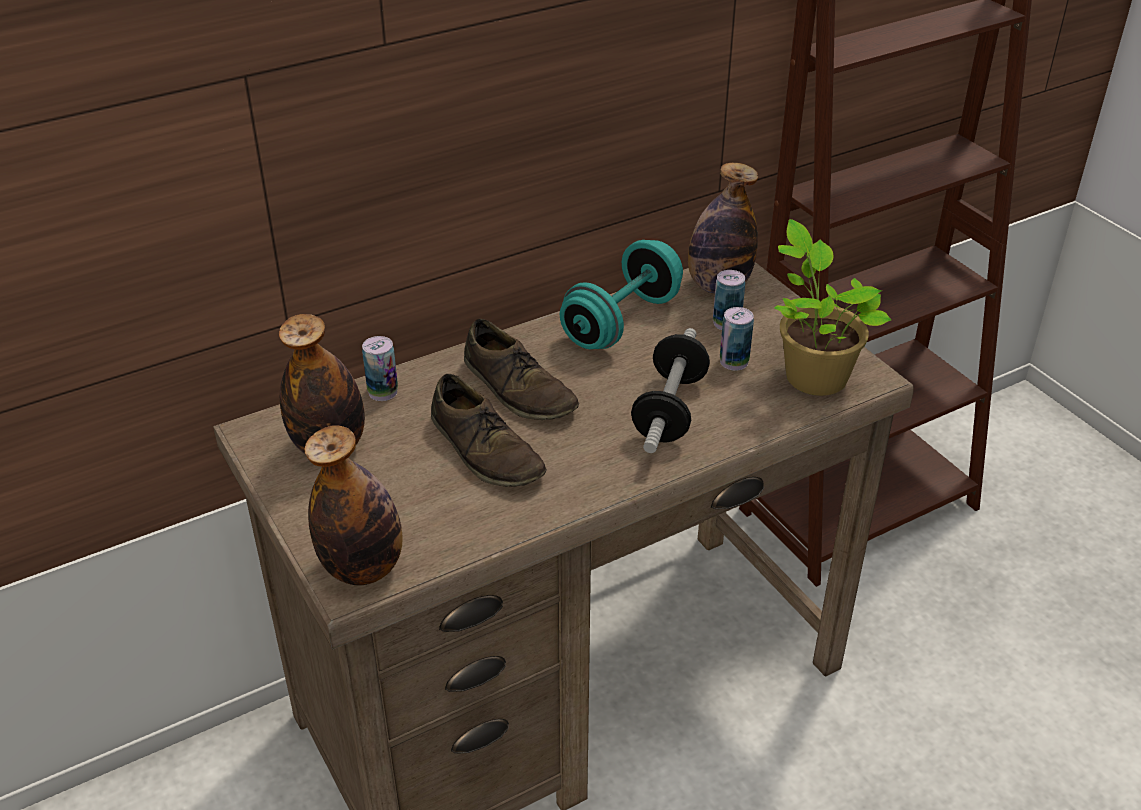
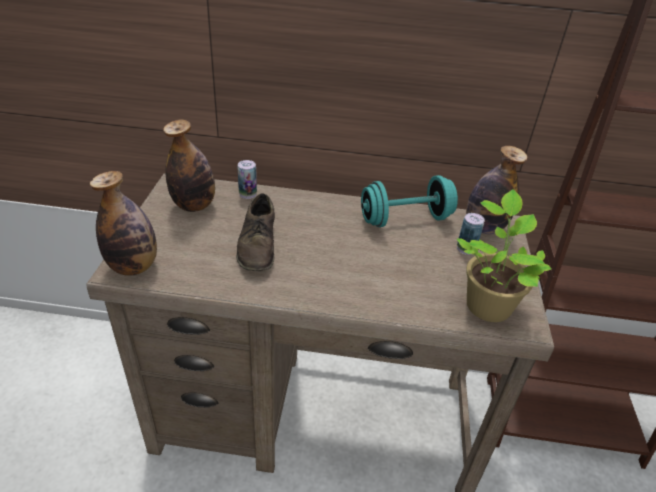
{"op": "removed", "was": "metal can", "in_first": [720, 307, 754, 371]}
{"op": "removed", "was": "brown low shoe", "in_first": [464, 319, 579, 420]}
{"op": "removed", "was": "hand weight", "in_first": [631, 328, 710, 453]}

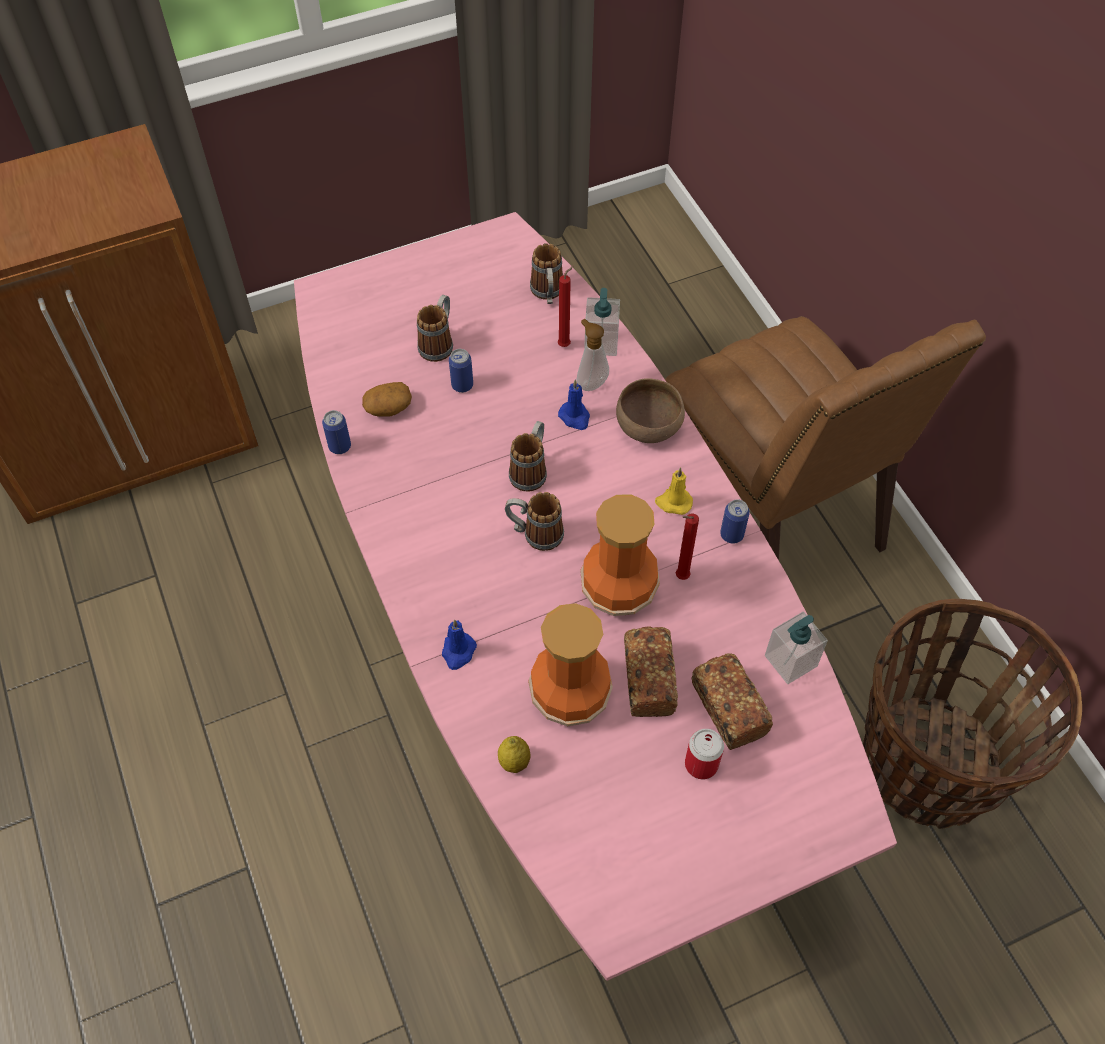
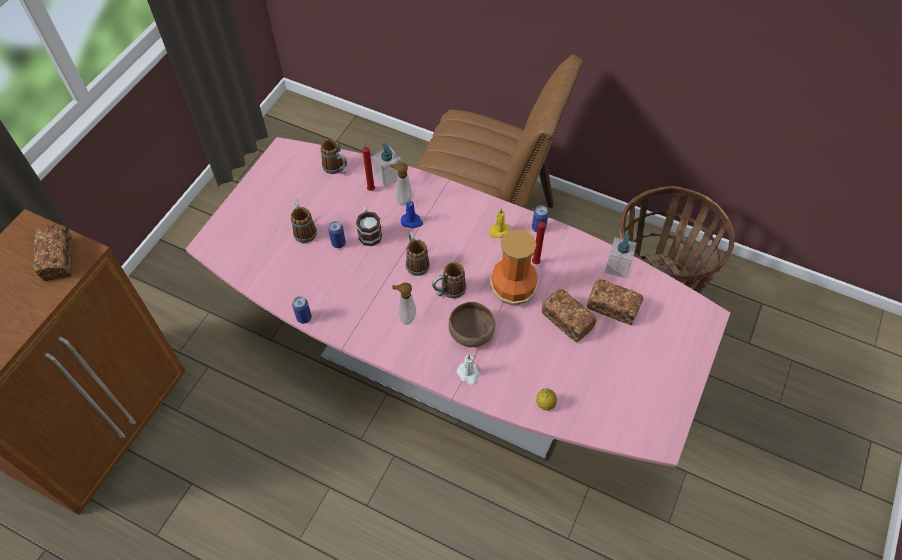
{"op": "moved", "was": "brown deep dish", "in_first": [616, 378, 685, 443], "in_second": [449, 302, 495, 347]}
{"op": "removed", "was": "spud", "in_first": [362, 382, 412, 417]}
{"op": "removed", "was": "decorative vase", "in_first": [528, 603, 613, 726]}
{"op": "recoloured", "was": "blue-coloured wax light", "now": "white wax light", "in_first": [442, 619, 477, 670], "in_second": [457, 355, 479, 385]}
{"op": "removed", "was": "metal can", "in_first": [685, 729, 724, 779]}
{"op": "added", "now": "coffee mug", "in_second": [356, 206, 382, 247]}
{"op": "added", "now": "baked bread", "in_second": [34, 225, 72, 281]}
{"op": "added", "now": "soap bottle", "in_second": [392, 283, 416, 325]}

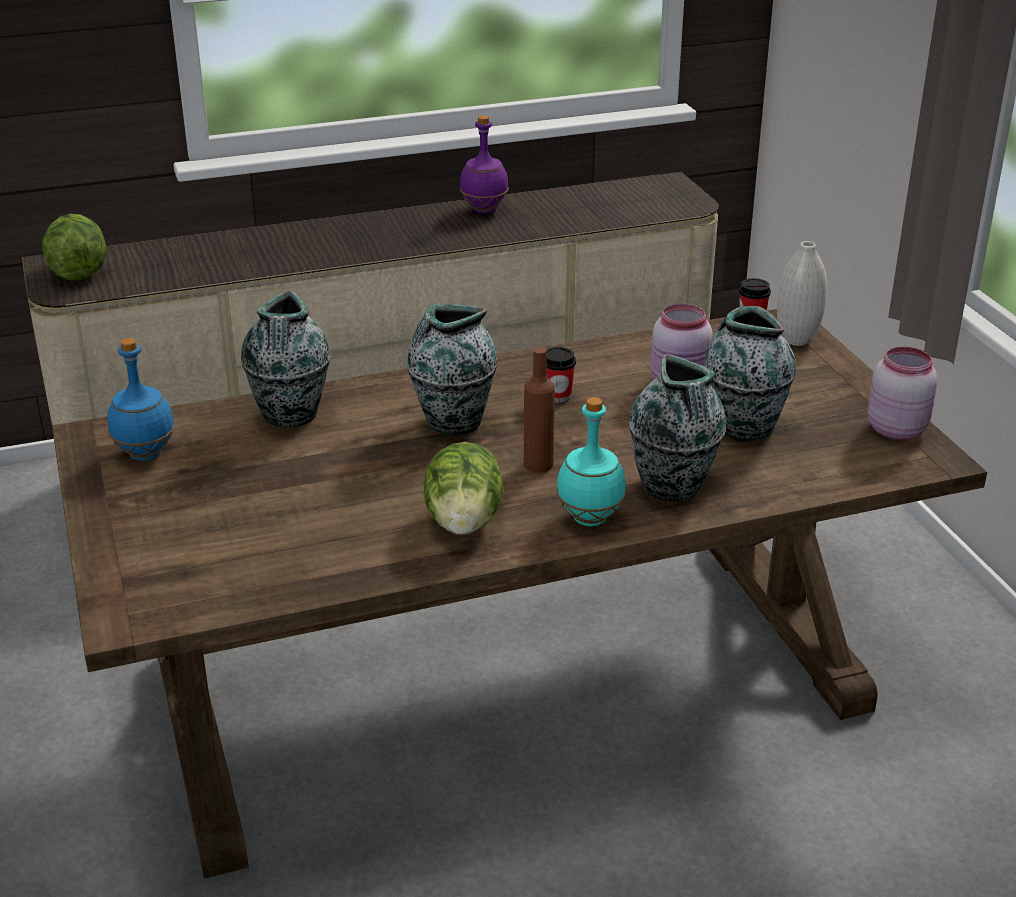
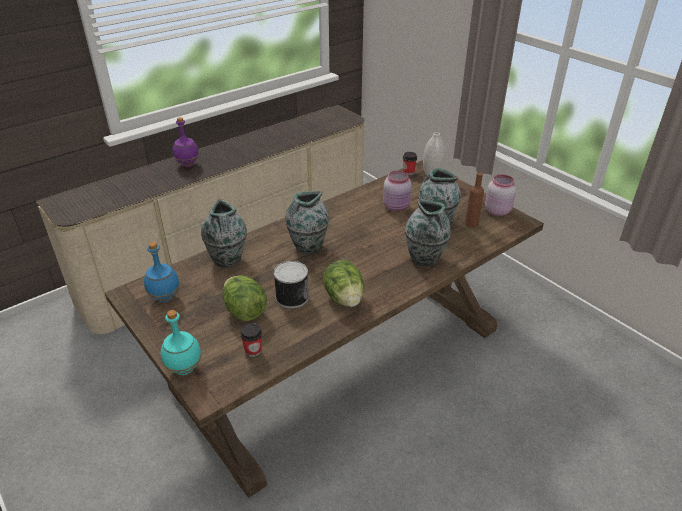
{"op": "moved", "was": "purple drink bottle", "in_first": [460, 115, 509, 214], "in_second": [173, 117, 199, 167]}
{"op": "moved", "was": "lettuce", "in_first": [42, 214, 106, 281], "in_second": [222, 275, 267, 321]}
{"op": "moved", "was": "brown drink bottle", "in_first": [524, 347, 555, 472], "in_second": [465, 173, 484, 228]}
{"op": "moved", "was": "small cup", "in_first": [546, 347, 576, 403], "in_second": [240, 323, 262, 357]}
{"op": "moved", "was": "turquoise drink bottle", "in_first": [556, 397, 626, 526], "in_second": [161, 310, 202, 375]}
{"op": "added", "now": "metal can", "in_second": [274, 261, 309, 308]}

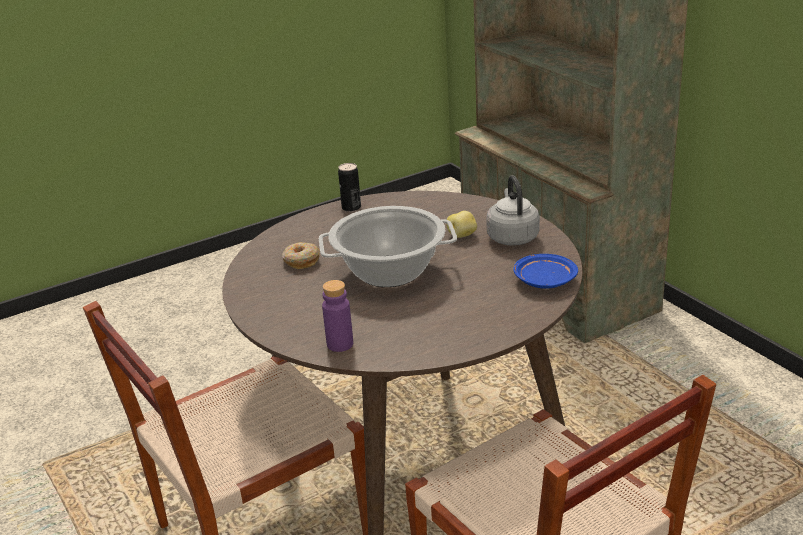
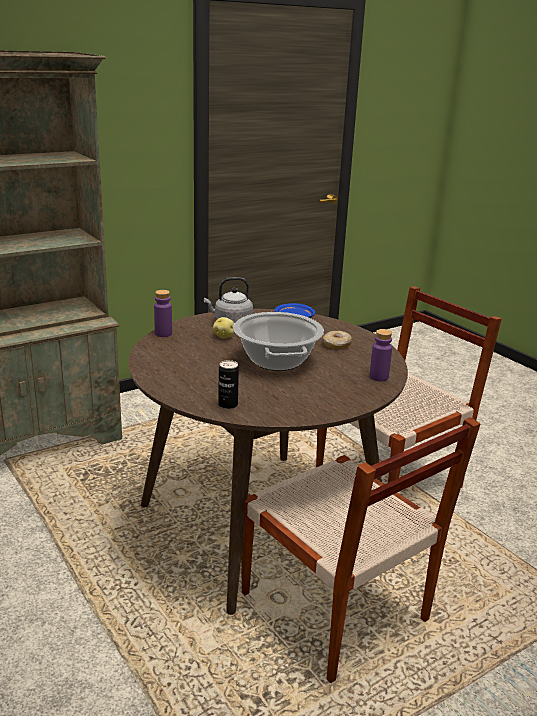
{"op": "moved", "was": "metal can", "in_first": [338, 163, 361, 212], "in_second": [218, 360, 239, 409]}
{"op": "moved", "was": "ring doughnut", "in_first": [282, 242, 320, 269], "in_second": [323, 331, 352, 349]}
{"op": "added", "now": "purple drink bottle", "in_second": [154, 290, 172, 337]}

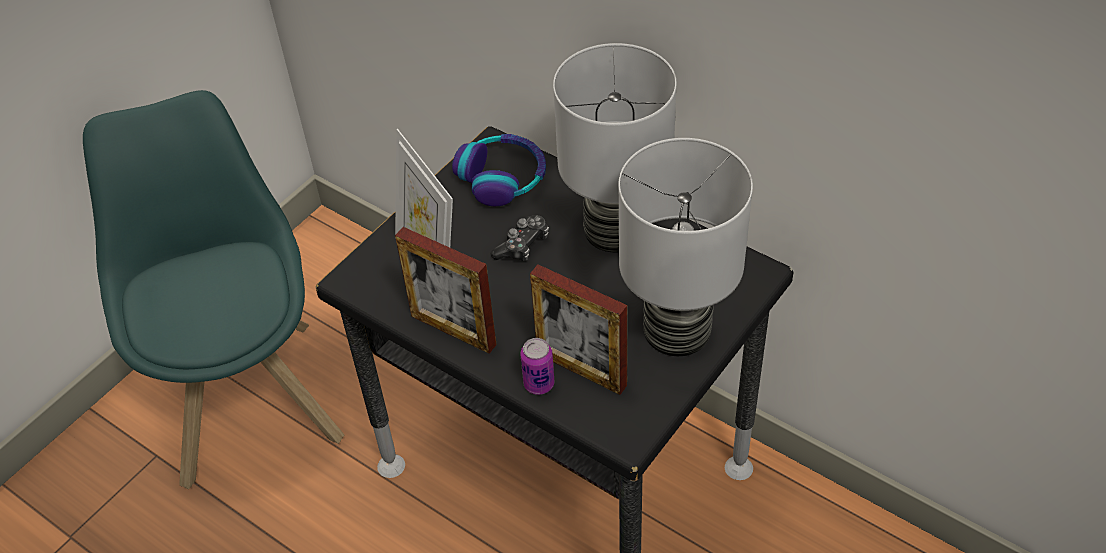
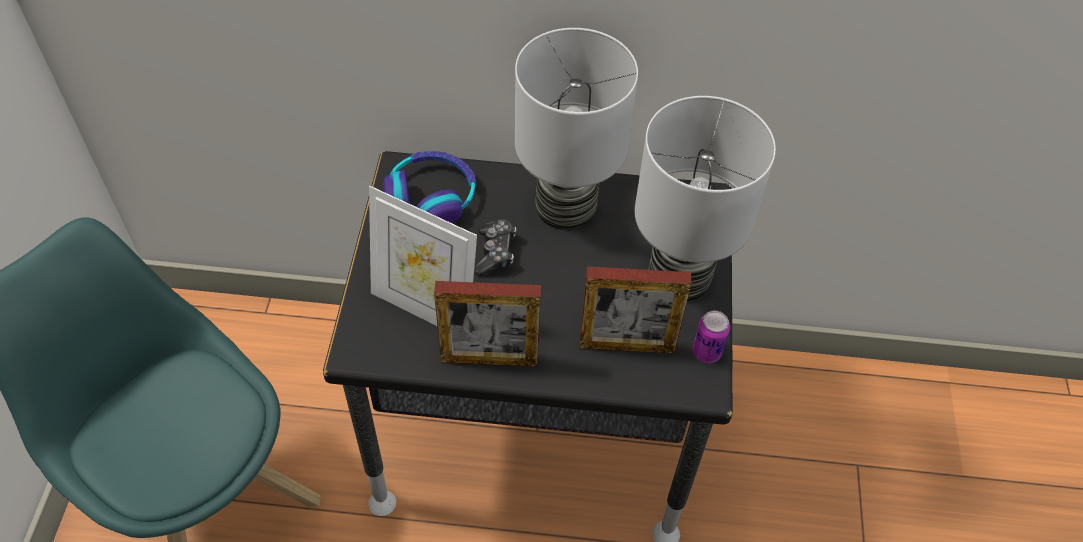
{"op": "moved", "was": "metal can", "in_first": [520, 338, 554, 395], "in_second": [692, 311, 730, 363]}

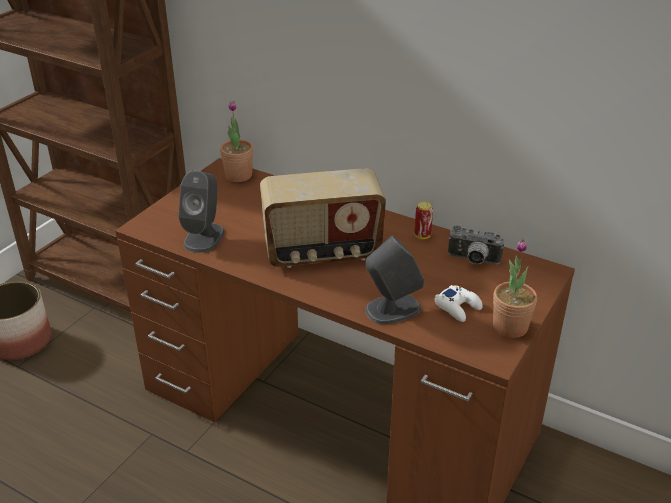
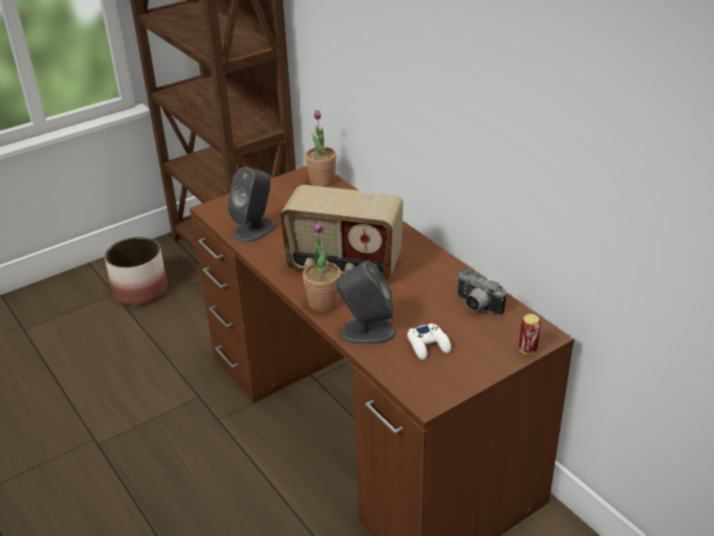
{"op": "moved", "was": "metal can", "in_first": [415, 202, 433, 239], "in_second": [519, 314, 541, 355]}
{"op": "moved", "was": "houseplant", "in_first": [493, 238, 537, 338], "in_second": [303, 221, 341, 312]}

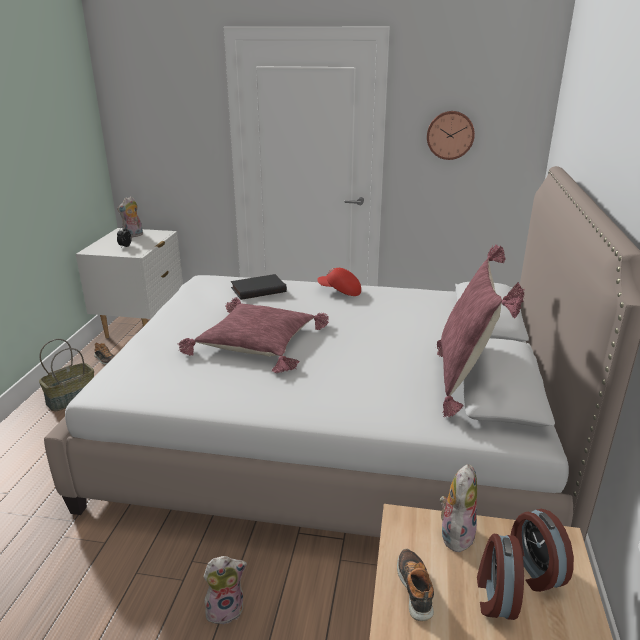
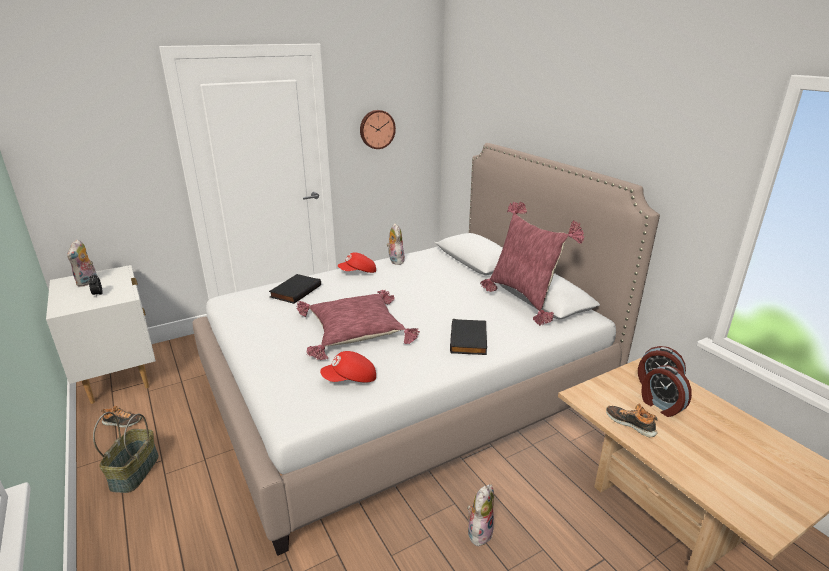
{"op": "moved", "was": "cuddly toy", "in_first": [440, 464, 477, 552], "in_second": [387, 223, 405, 265]}
{"op": "added", "now": "black volume", "in_second": [450, 319, 487, 355]}
{"op": "added", "now": "red-coloured peaked cap", "in_second": [320, 351, 376, 383]}

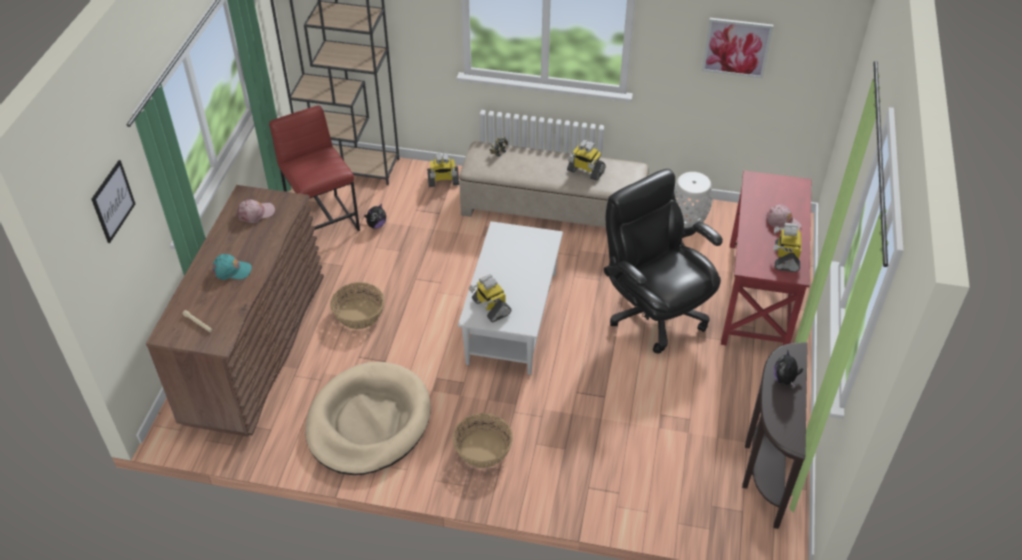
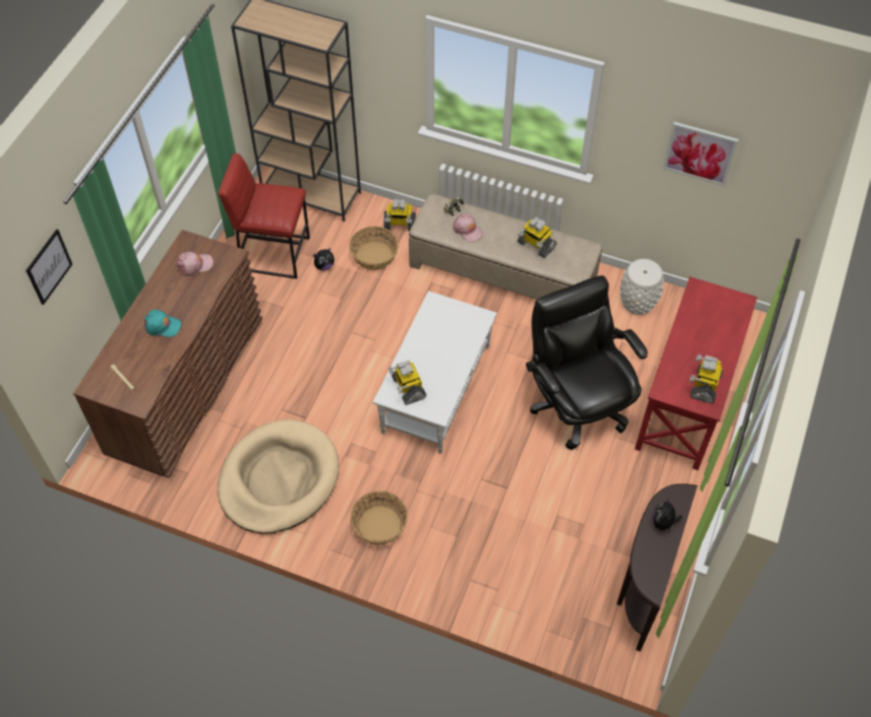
{"op": "turned", "was": "red-coloured upright chair", "in_first": [269, 105, 360, 231], "in_second": [218, 153, 310, 279], "clockwise": -60}
{"op": "moved", "was": "pink-coloured peaked cap", "in_first": [766, 204, 802, 229], "in_second": [453, 213, 483, 242]}
{"op": "moved", "was": "household basket", "in_first": [330, 282, 385, 329], "in_second": [349, 226, 398, 270]}

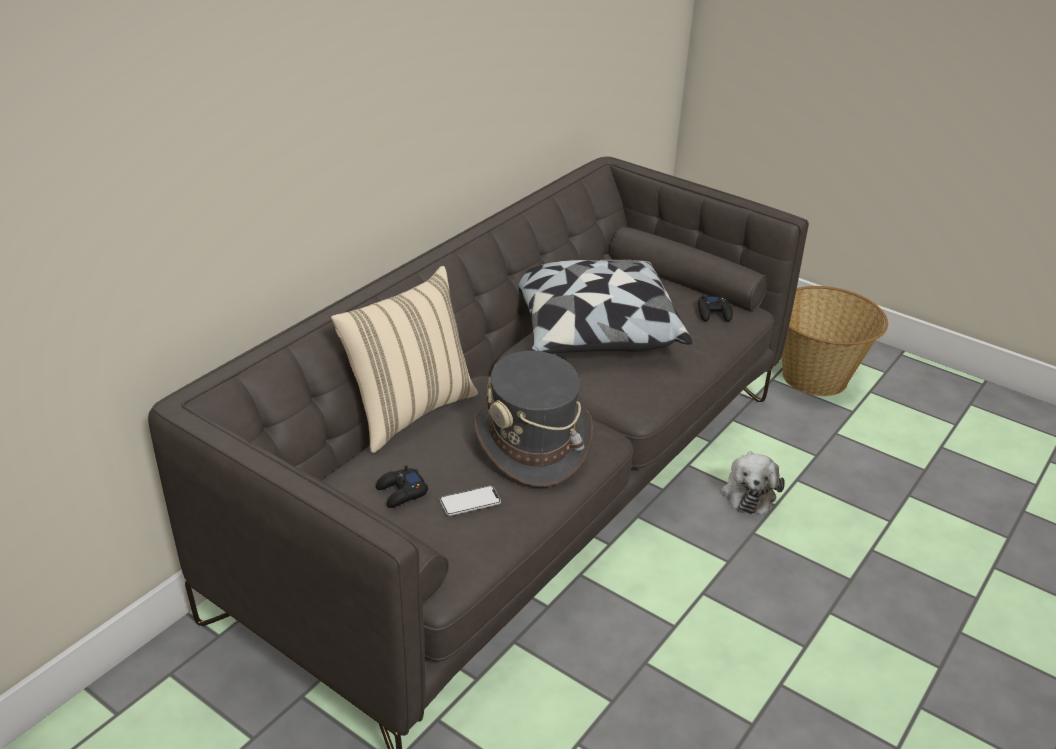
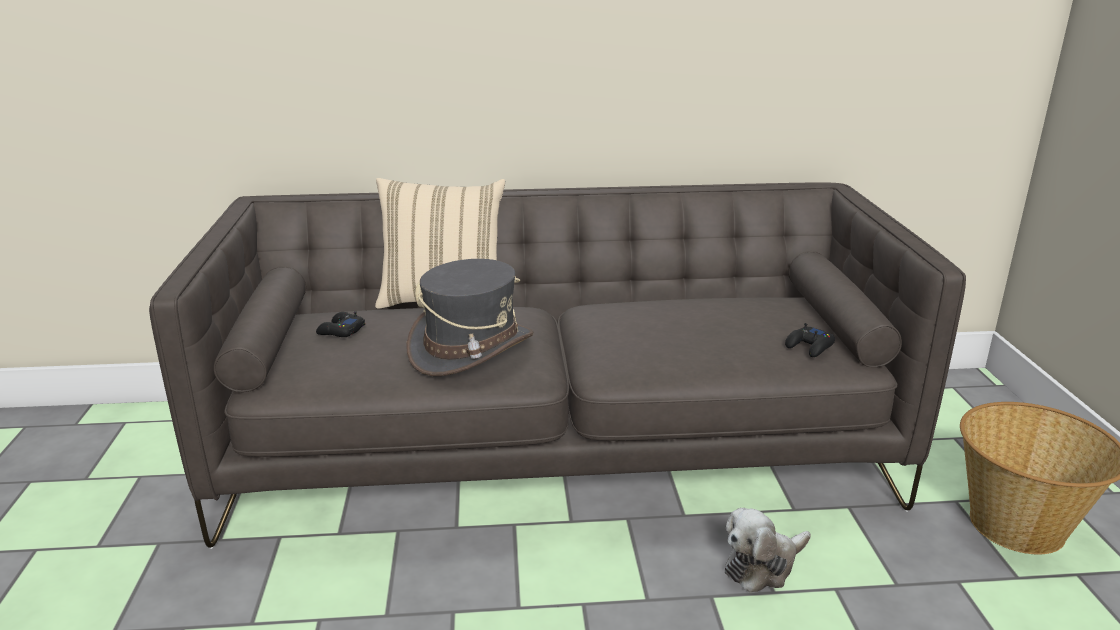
{"op": "removed", "was": "throw pillow", "in_first": [519, 260, 692, 353]}
{"op": "removed", "was": "handset", "in_first": [439, 486, 501, 516]}

